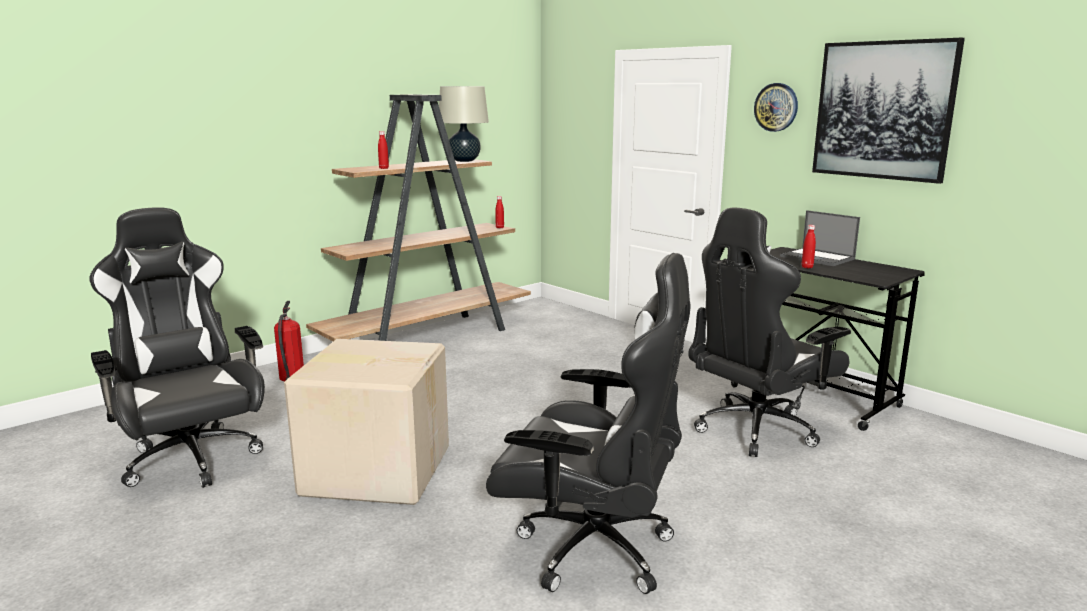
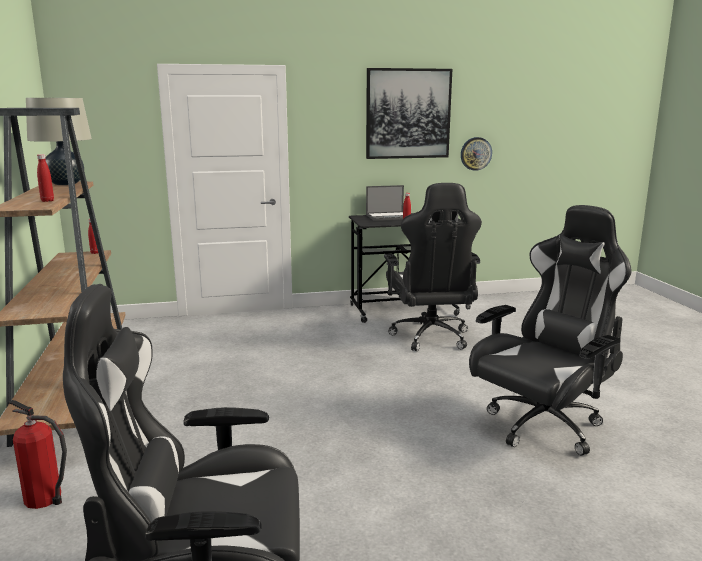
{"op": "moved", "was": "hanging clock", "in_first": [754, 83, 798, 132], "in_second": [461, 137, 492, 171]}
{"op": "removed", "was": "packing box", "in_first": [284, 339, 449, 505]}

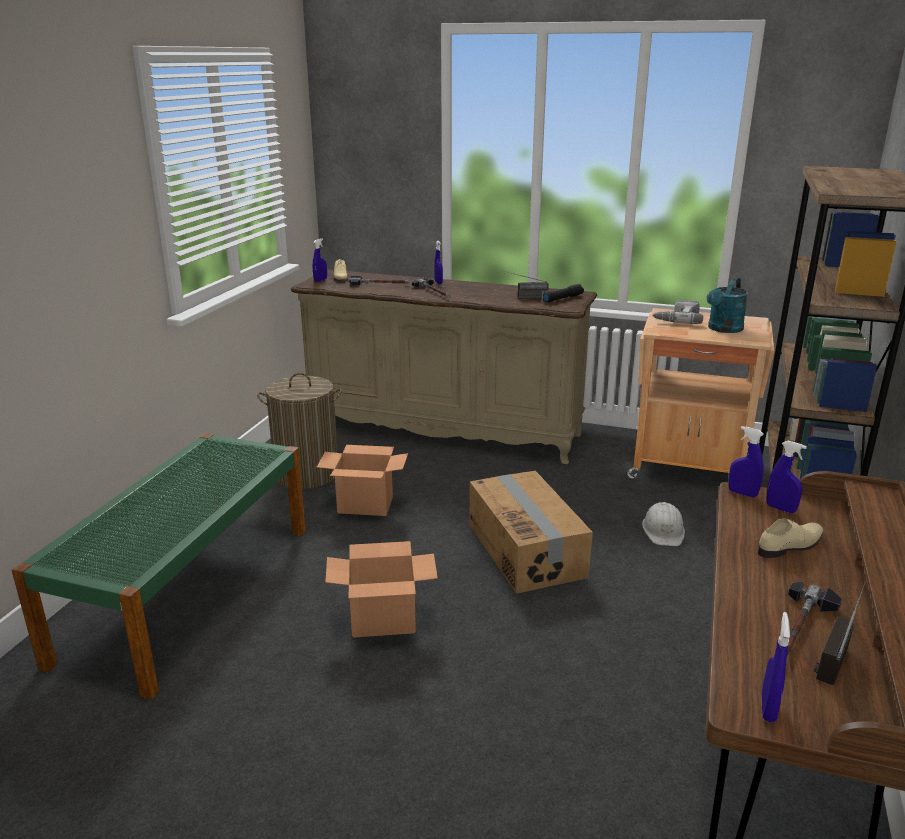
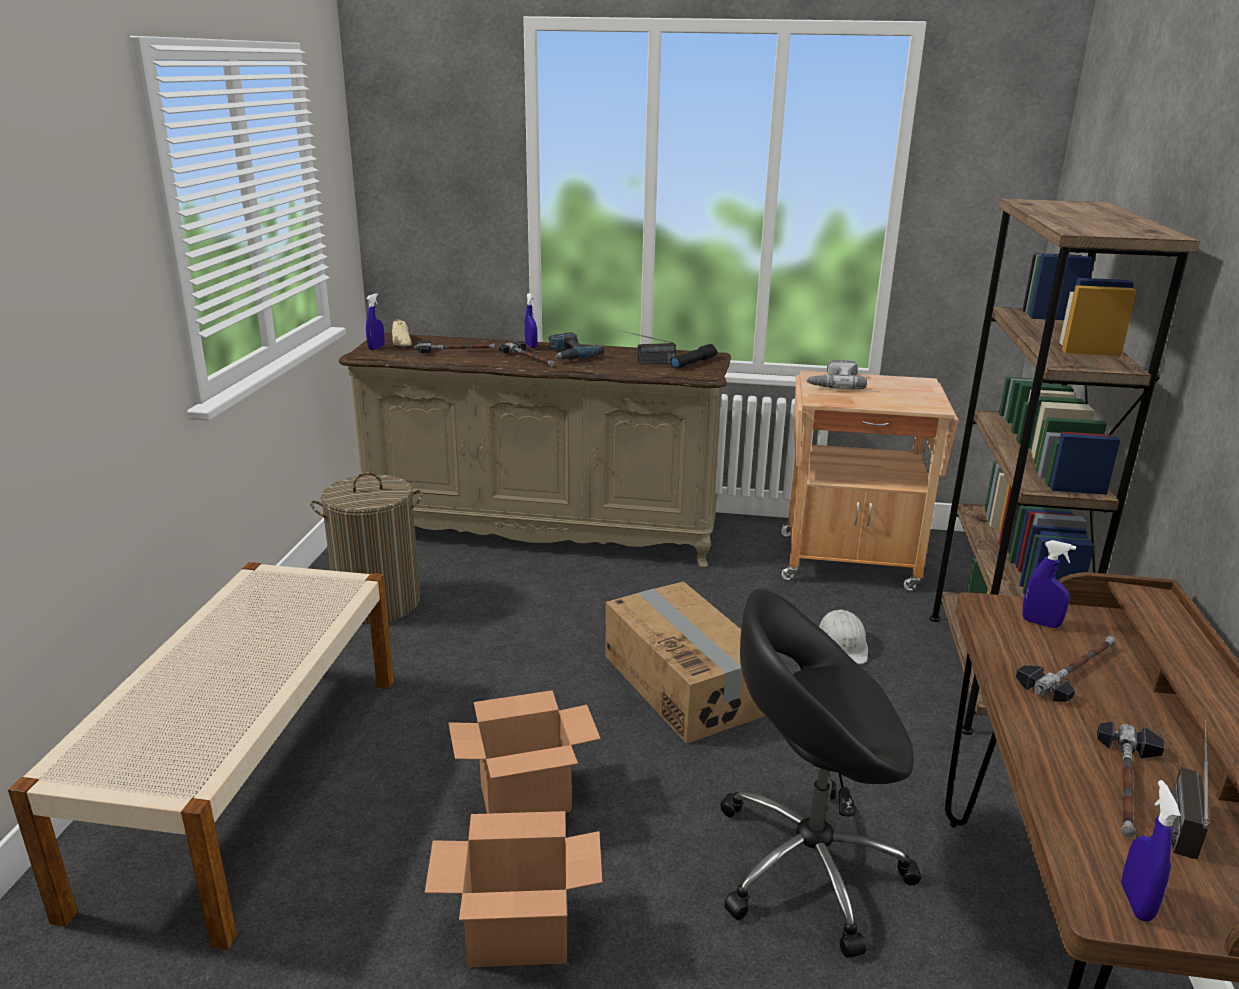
{"op": "removed", "was": "turquoise watering can", "in_first": [707, 277, 748, 333]}
{"op": "removed", "was": "blue-coloured sprayer", "in_first": [728, 426, 764, 498]}
{"op": "recoloured", "was": "green bench", "now": "beige-coloured bench", "in_first": [12, 433, 306, 700], "in_second": [8, 562, 394, 950]}
{"op": "moved", "was": "packing box", "in_first": [317, 445, 408, 516], "in_second": [425, 811, 602, 967]}
{"op": "replaced", "was": "beige-coloured low shoe", "now": "hammer", "in_first": [758, 518, 823, 558], "in_second": [1016, 636, 1116, 702]}
{"op": "added", "now": "drill", "in_second": [548, 333, 604, 360]}
{"op": "added", "now": "black office chair", "in_second": [720, 589, 921, 958]}

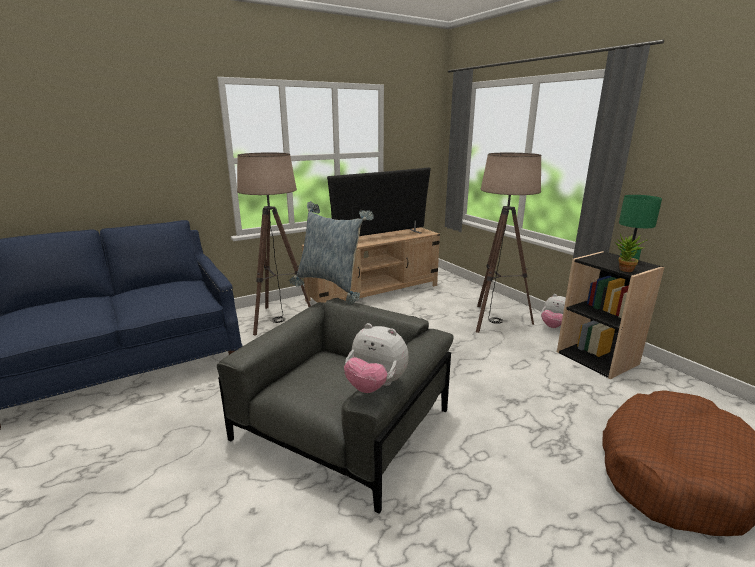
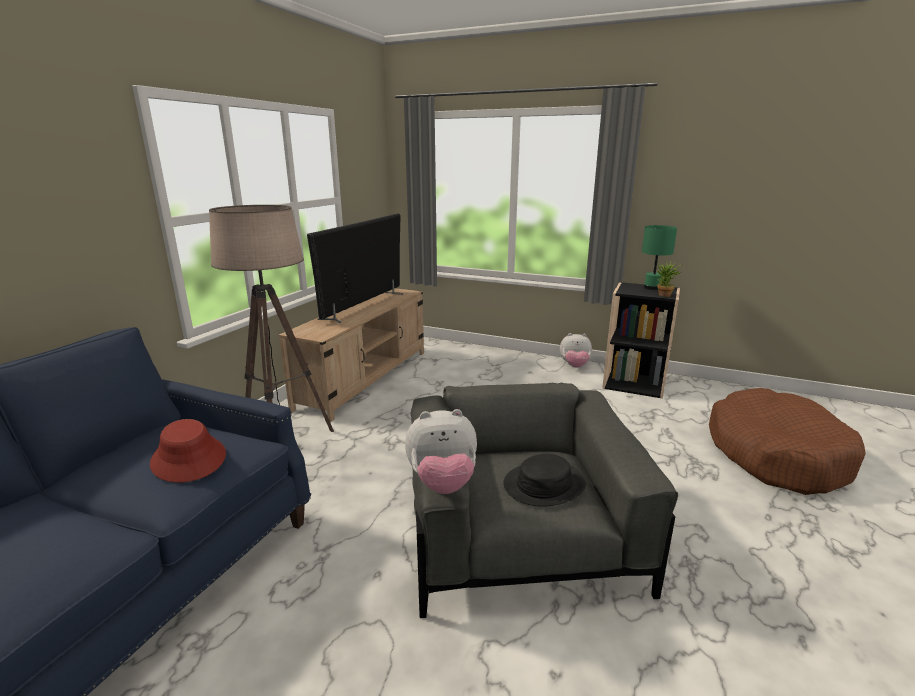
{"op": "removed", "was": "standing lamp", "in_first": [476, 153, 541, 333]}
{"op": "removed", "was": "throw pillow", "in_first": [289, 201, 374, 305]}
{"op": "moved", "was": "cuddly toy", "in_first": [344, 323, 409, 393], "in_second": [405, 409, 477, 494]}
{"op": "added", "now": "red-coloured wearable hat", "in_second": [150, 419, 226, 483]}
{"op": "added", "now": "black wearable hat", "in_second": [503, 454, 586, 507]}

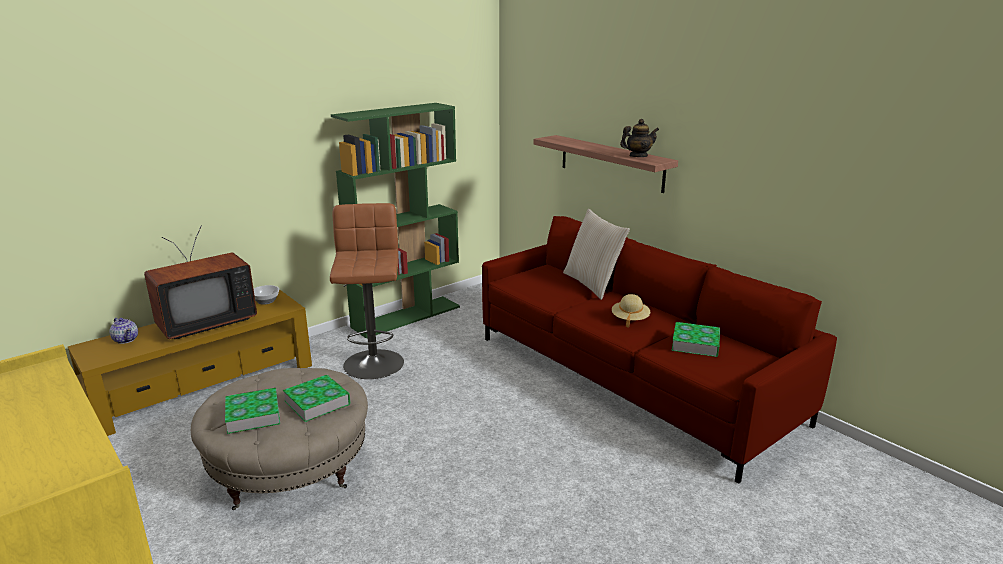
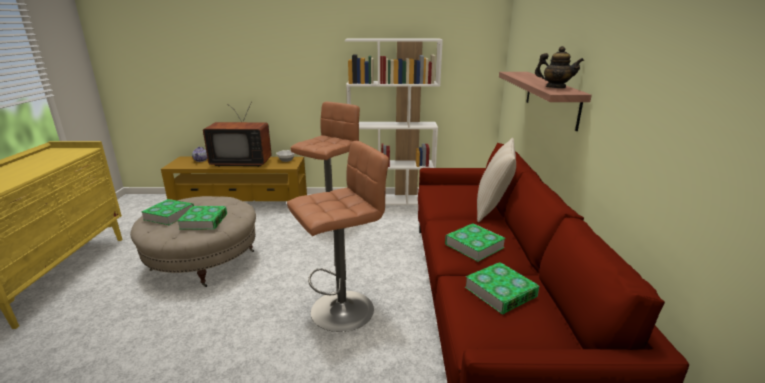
{"op": "recoloured", "was": "green bookcase", "now": "white bookcase", "in_first": [331, 103, 460, 338], "in_second": [345, 38, 443, 205]}
{"op": "replaced", "was": "beige-coloured wearable hat", "now": "volume", "in_first": [612, 294, 650, 328], "in_second": [445, 223, 506, 262]}
{"op": "added", "now": "brown stool", "in_second": [287, 141, 389, 332]}

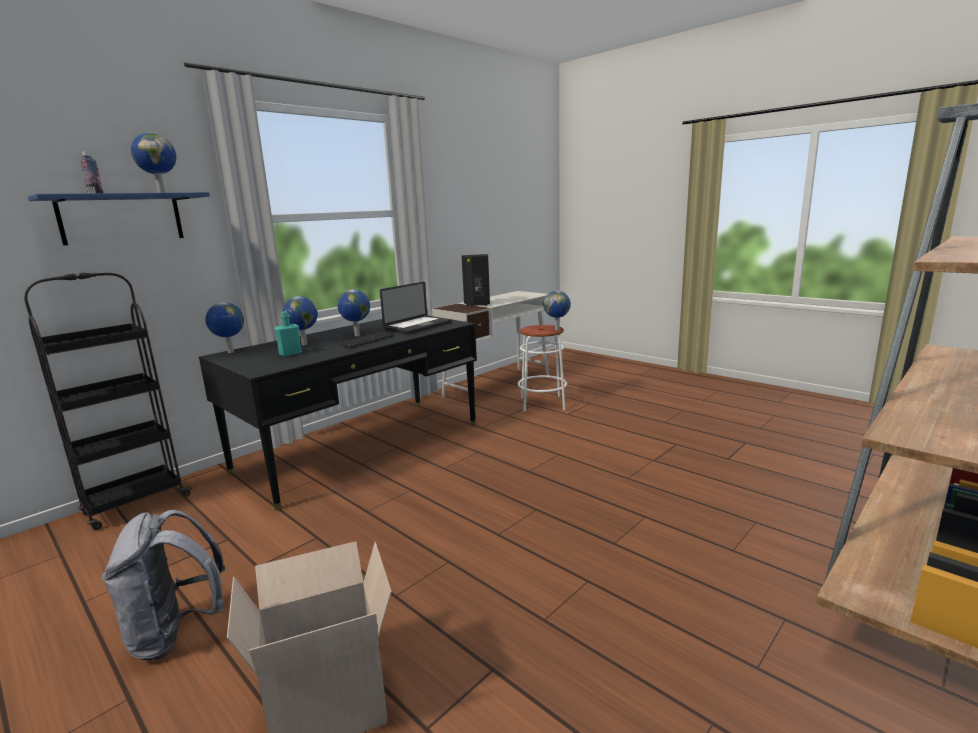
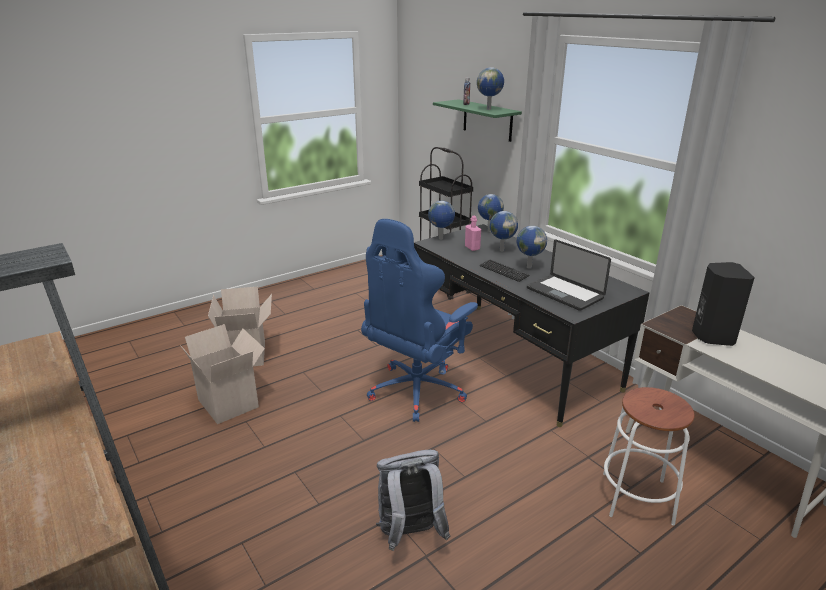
{"op": "recoloured", "was": "blue-coloured shelf", "now": "green shelf", "in_first": [28, 192, 210, 246], "in_second": [433, 99, 522, 142]}
{"op": "moved", "was": "globe", "in_first": [543, 291, 571, 330], "in_second": [428, 201, 455, 239]}
{"op": "recoloured", "was": "turquoise drink bottle", "now": "pink-coloured drink bottle", "in_first": [274, 311, 302, 357], "in_second": [465, 216, 481, 251]}
{"op": "moved", "was": "grey knapsack", "in_first": [102, 510, 225, 660], "in_second": [376, 450, 451, 551]}
{"op": "added", "now": "blue-coloured office chair", "in_second": [361, 219, 478, 422]}
{"op": "added", "now": "packing box", "in_second": [180, 324, 265, 424]}

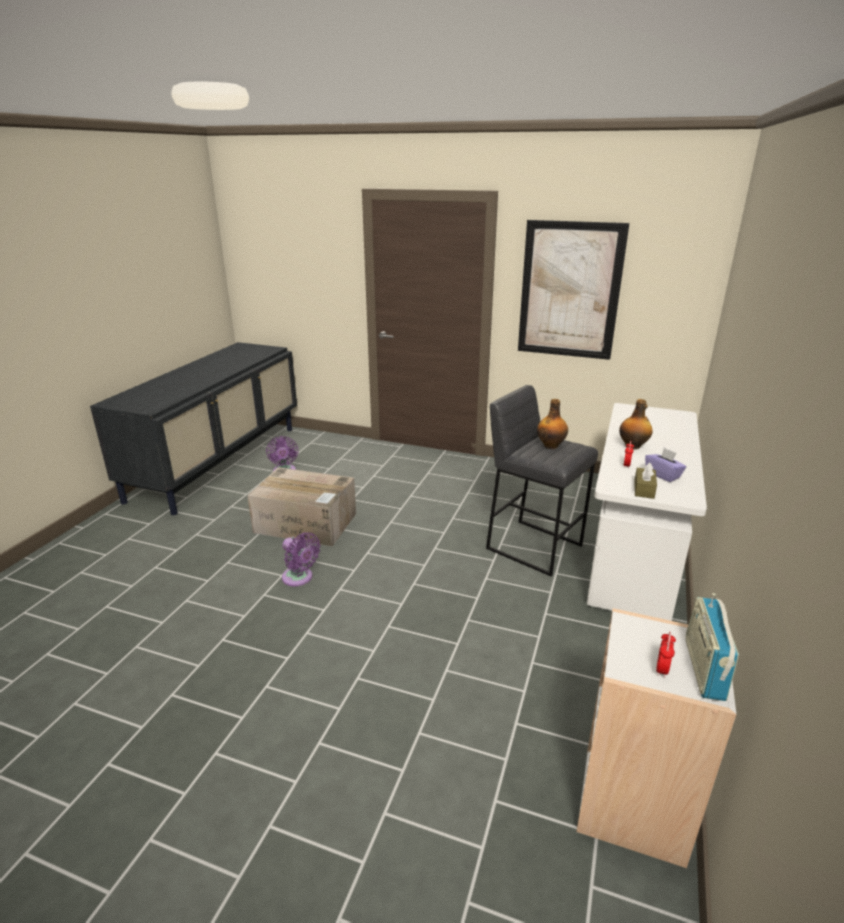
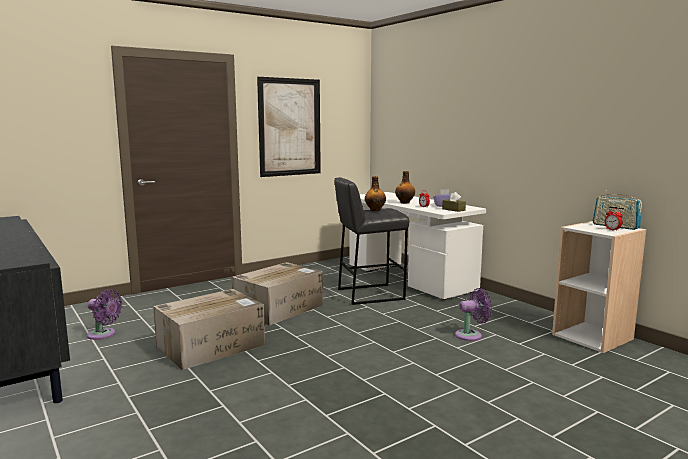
{"op": "moved", "was": "purple electric fan", "in_first": [282, 533, 321, 586], "in_second": [455, 288, 492, 341]}
{"op": "added", "now": "packing box", "in_second": [232, 262, 323, 326]}

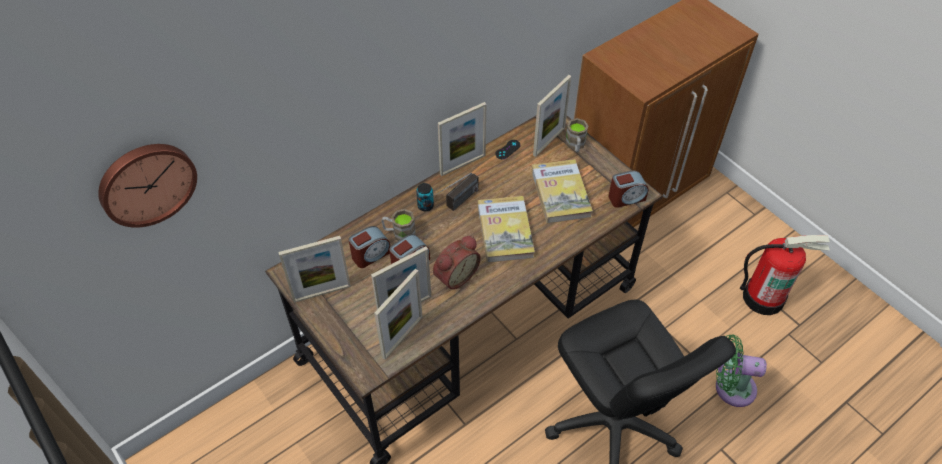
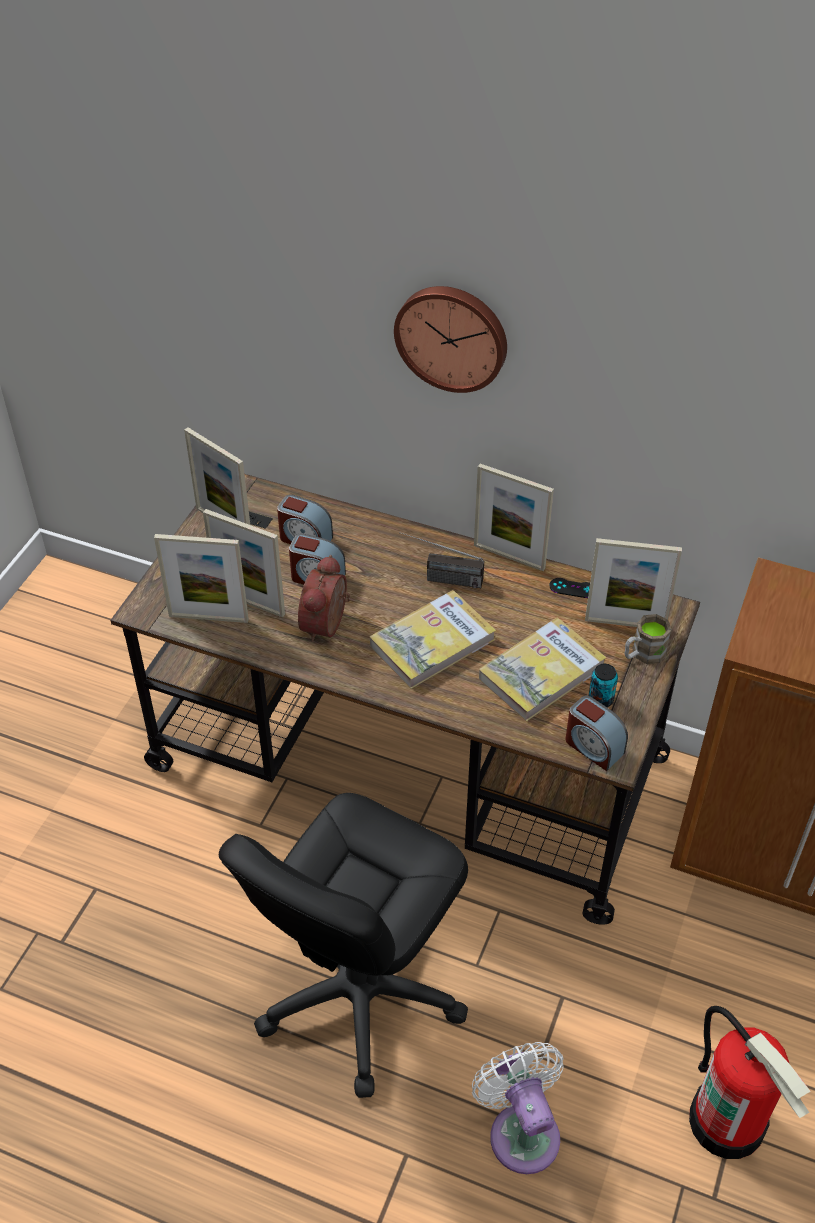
{"op": "moved", "was": "hanging clock", "in_first": [98, 144, 197, 228], "in_second": [394, 286, 507, 393]}
{"op": "moved", "was": "metal can", "in_first": [416, 183, 434, 211], "in_second": [588, 664, 618, 707]}
{"op": "removed", "was": "brown coffee mug", "in_first": [381, 209, 416, 241]}
{"op": "turned", "was": "table clock", "in_first": [433, 236, 481, 290], "in_second": [298, 555, 350, 642], "clockwise": 90}
{"op": "recoloured", "was": "green electric fan", "now": "white electric fan", "in_first": [716, 334, 767, 407], "in_second": [472, 1042, 564, 1174]}

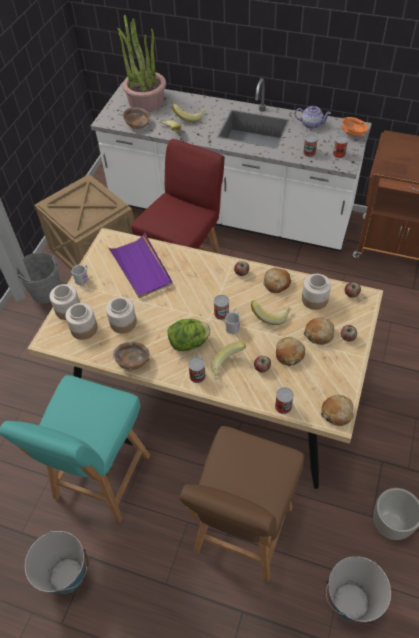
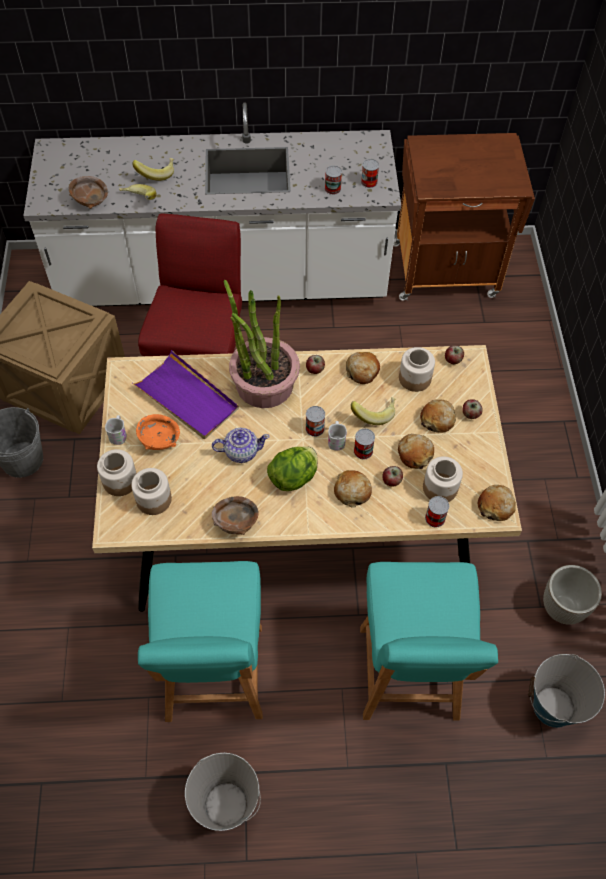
{"op": "moved", "was": "houseplant", "in_first": [118, 15, 166, 112], "in_second": [224, 280, 300, 408]}
{"op": "moved", "was": "teapot", "in_first": [295, 106, 331, 129], "in_second": [212, 428, 270, 463]}
{"op": "moved", "was": "orangey deep dish", "in_first": [342, 117, 368, 137], "in_second": [136, 414, 180, 450]}
{"op": "moved", "was": "jar", "in_first": [106, 297, 137, 333], "in_second": [423, 456, 463, 502]}
{"op": "replaced", "was": "whole banana", "now": "baked bread", "in_first": [211, 342, 246, 379], "in_second": [334, 470, 372, 508]}
{"op": "moved", "was": "metal can", "in_first": [188, 357, 206, 383], "in_second": [354, 428, 375, 459]}
{"op": "recoloured", "was": "brown upright chair", "now": "turquoise upright chair", "in_first": [179, 426, 304, 582], "in_second": [360, 562, 498, 721]}

